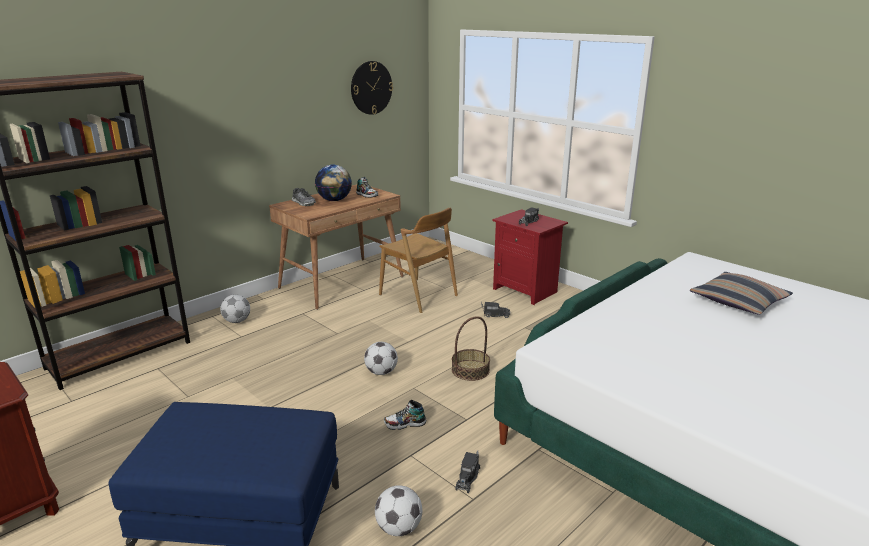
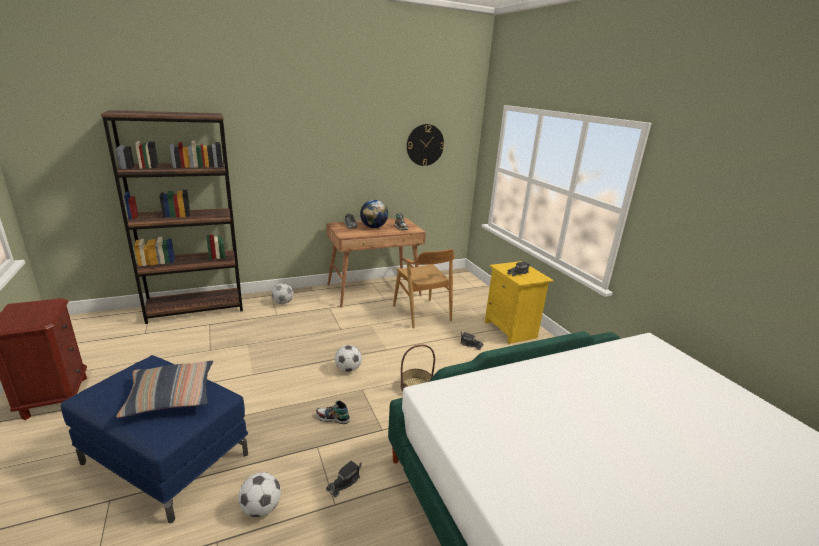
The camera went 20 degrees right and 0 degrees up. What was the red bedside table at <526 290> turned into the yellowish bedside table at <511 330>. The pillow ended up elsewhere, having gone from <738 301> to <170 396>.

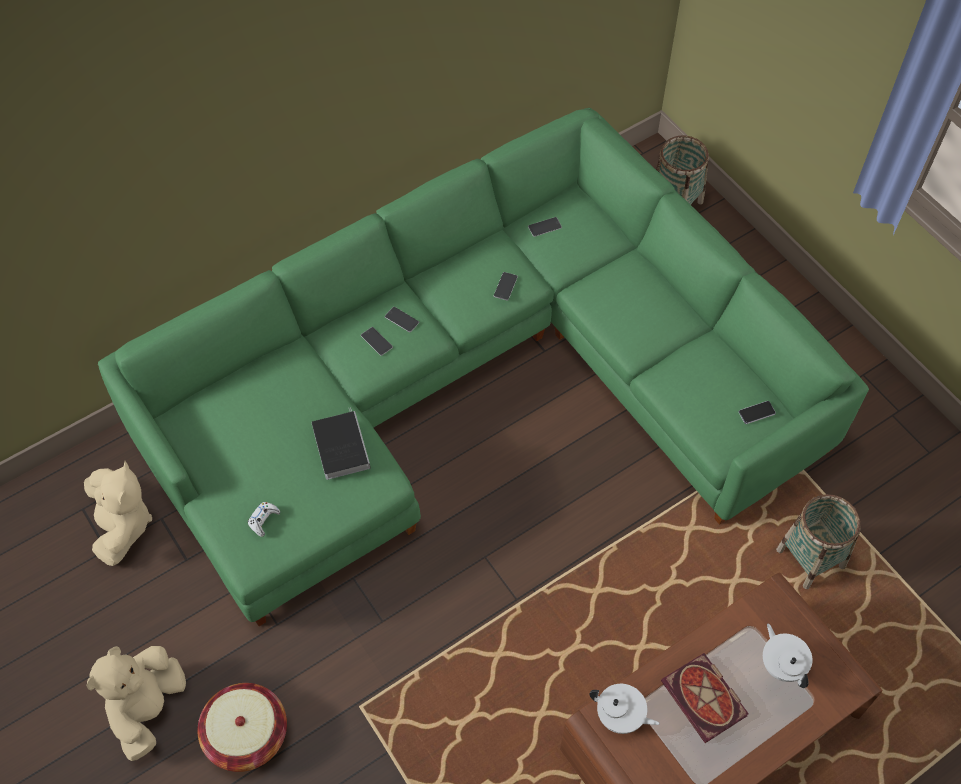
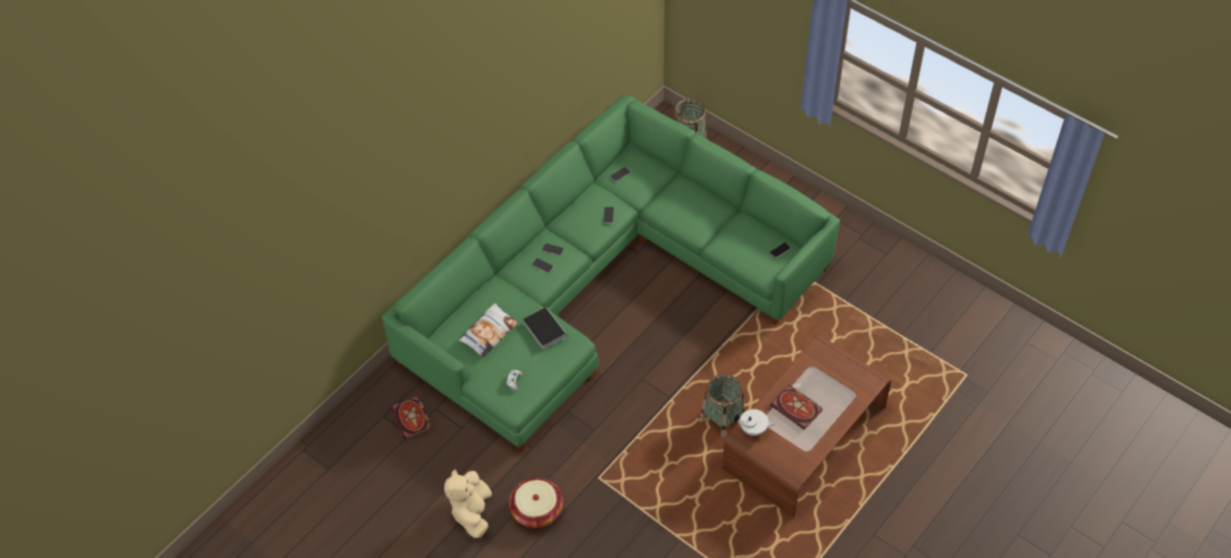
The camera went 15 degrees left and 5 degrees down. Where the beige cuddly toy stood at <122 526>, the bound book came to stand at <413 419>. The storage basket ended up elsewhere, having gone from <810 558> to <722 419>. The second view lost the white tea pot at <782 664>. The second view gained the pillow at <488 333>.

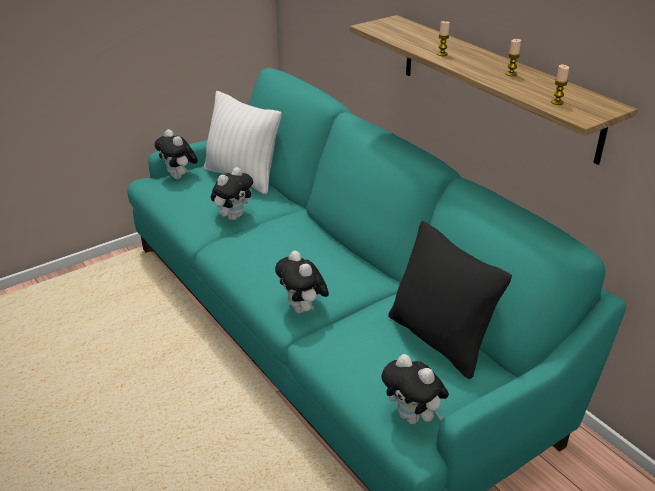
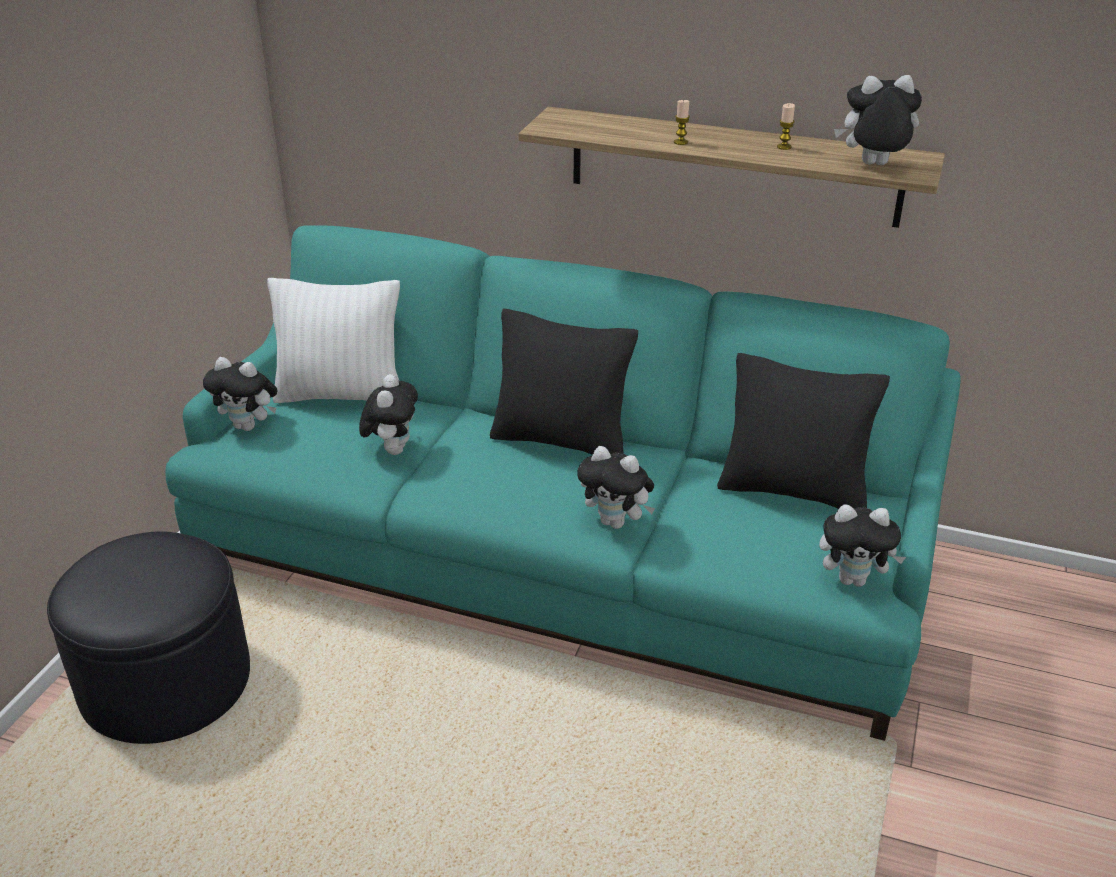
The camera went 35 degrees left and 0 degrees up. Where the candle stood at <557 102>, the cuddly toy came to stand at <873 166>. The second view gained the black pillow at <561 441>. The second view gained the black footrest at <166 681>.

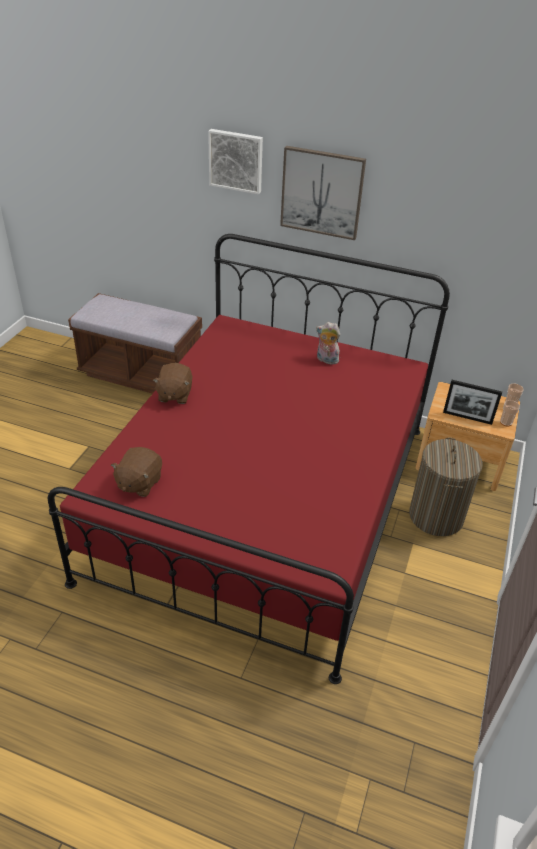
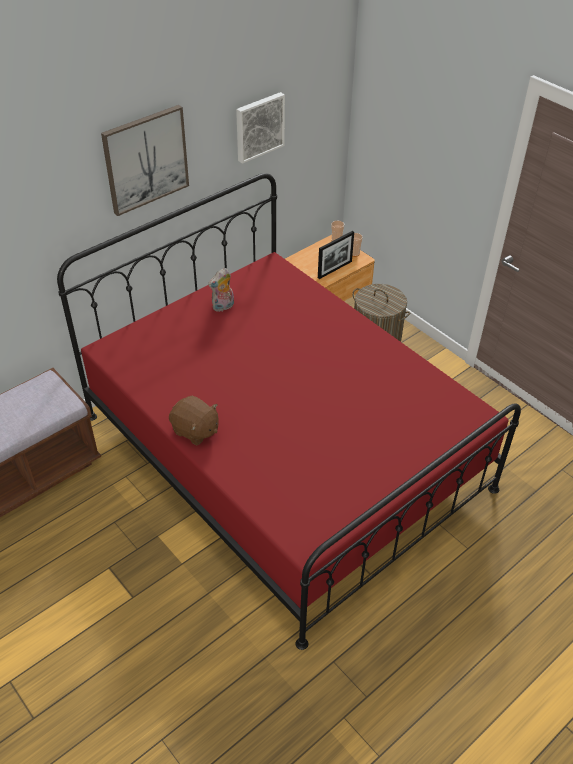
The camera went 60 degrees left and 5 degrees up. The wall art ended up elsewhere, having gone from <236 160> to <259 126>. The second view lost the brown-coloured cuddly toy at <139 483>.

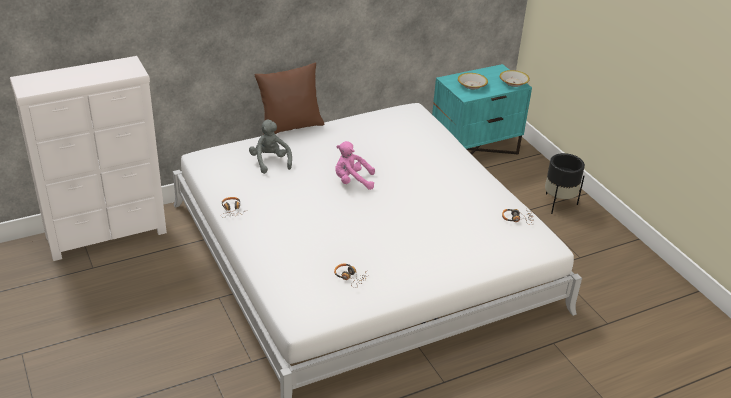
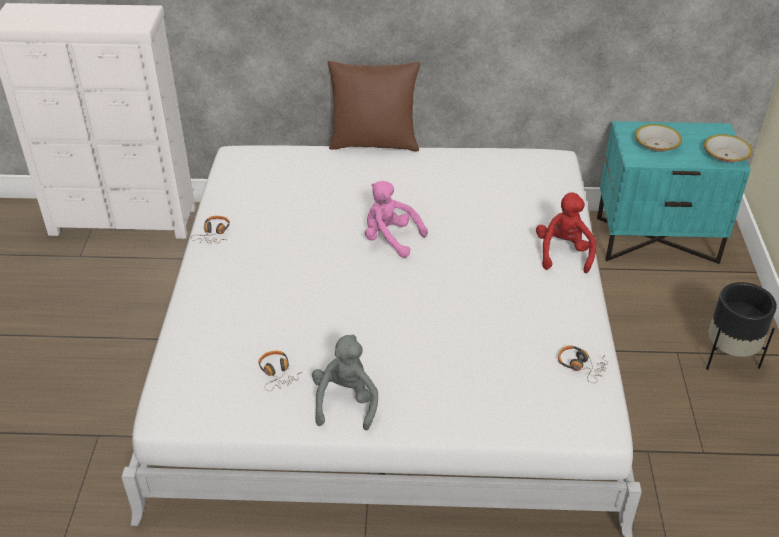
The camera went 30 degrees right and 5 degrees up. The gray cuddly toy ended up elsewhere, having gone from <270 162> to <346 402>. The second view gained the red cuddly toy at <563 253>.

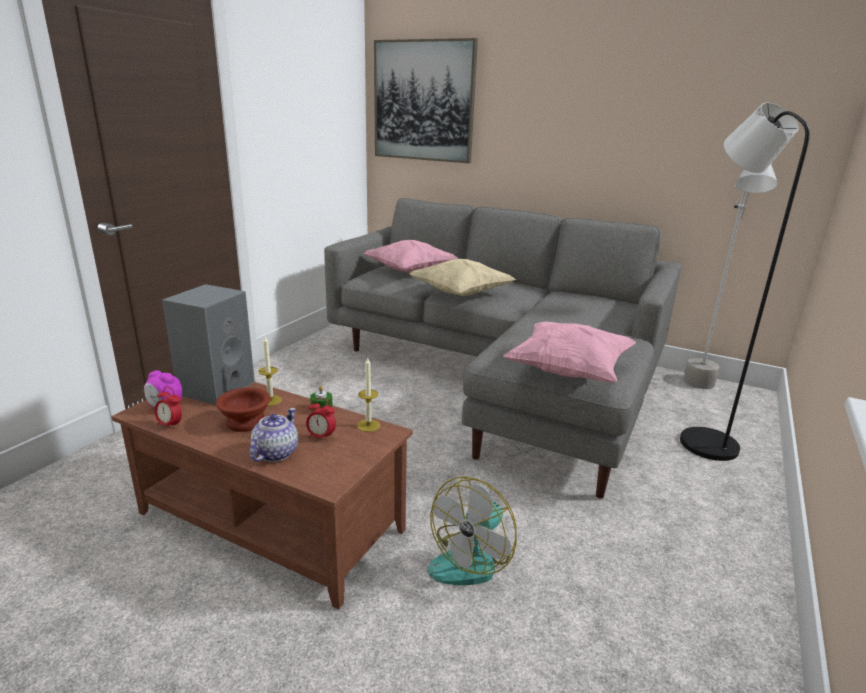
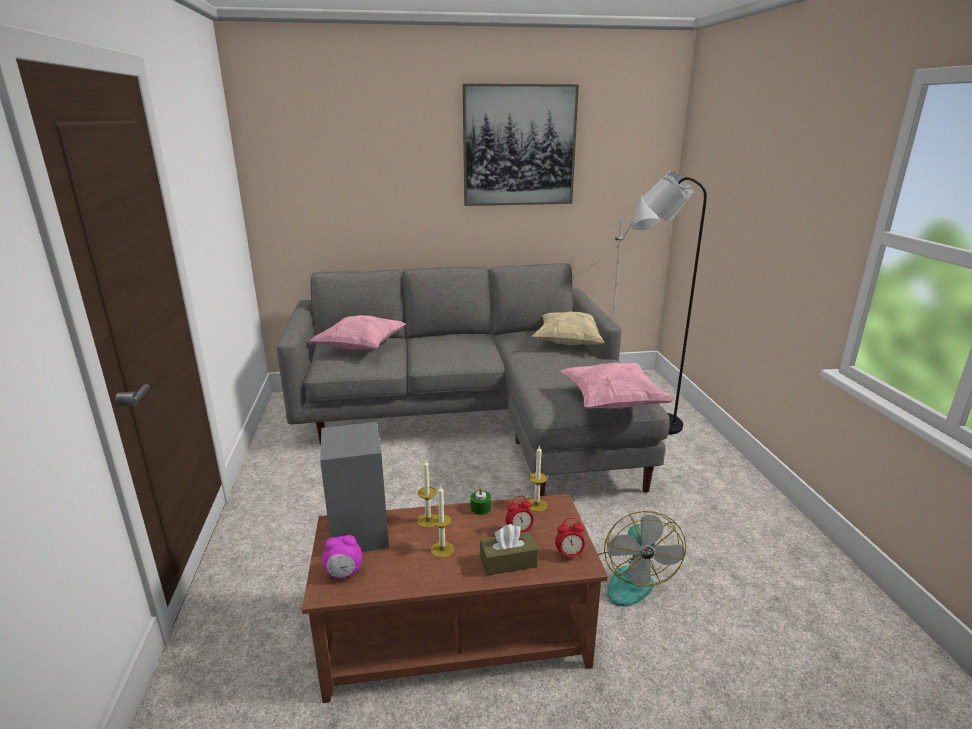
The camera went 35 degrees left and 0 degrees up. The wall art ended up elsewhere, having gone from <423 101> to <519 146>. The beige pillow ended up elsewhere, having gone from <460 294> to <570 343>. The bedside clock ended up elsewhere, having gone from <170 425> to <569 555>. Where the brown-coloured serving bowl stood at <247 422>, the candle came to stand at <442 549>. Where the tea pot stood at <275 453>, the brown-coloured tissue box came to stand at <508 562>.

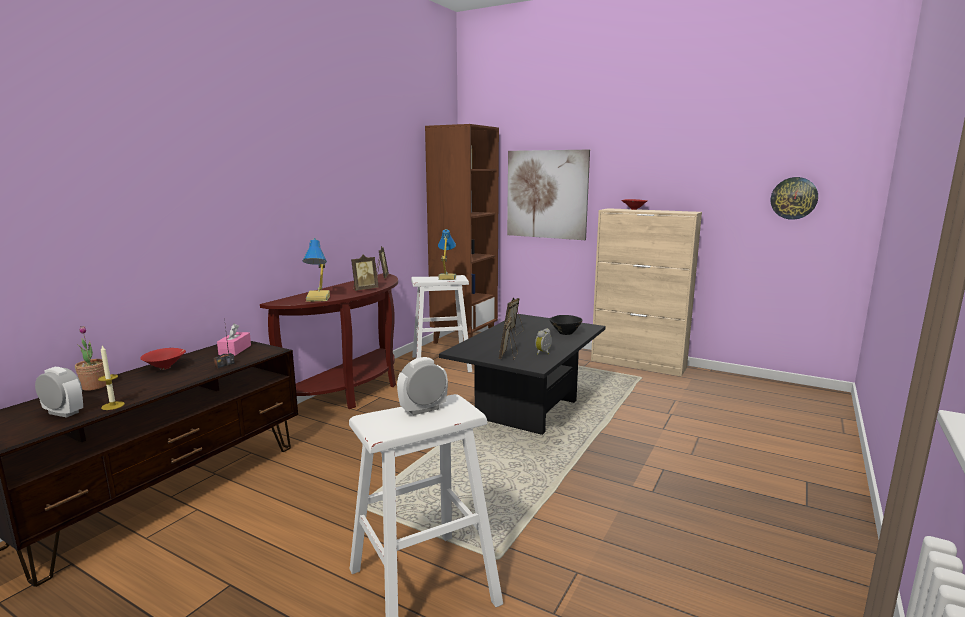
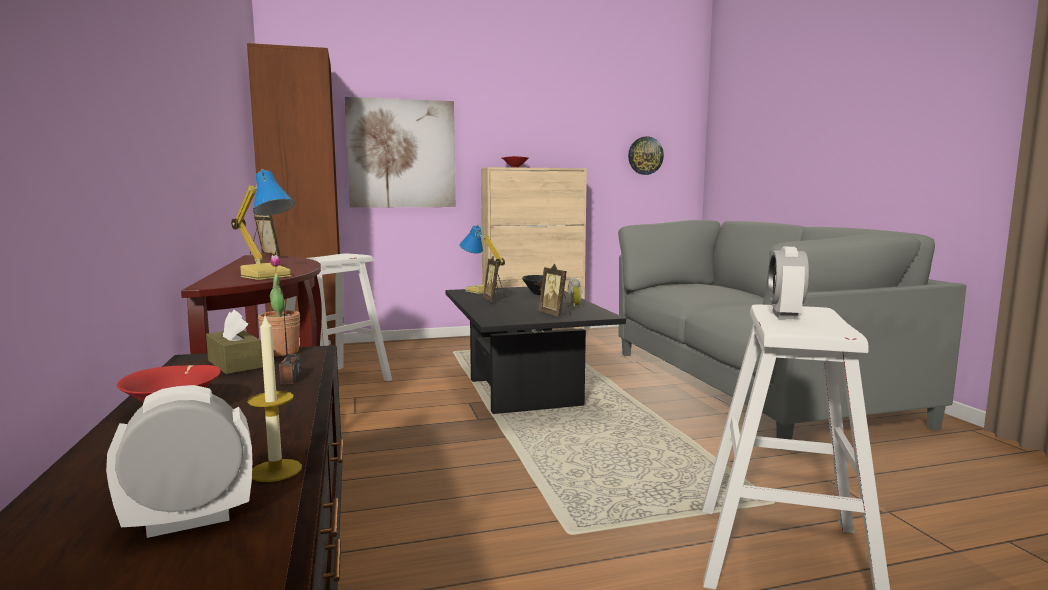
The camera went 45 degrees left and 5 degrees down. The lamp for a table ended up elsewhere, having gone from <446 278> to <479 291>. The second view lost the standing frame at <364 289>. What was the pink-coloured tissue box at <235 350> turned into the brown-coloured tissue box at <235 364>. The houseplant ended up elsewhere, having gone from <94 386> to <281 352>. The second view gained the gray sofa at <749 385>.

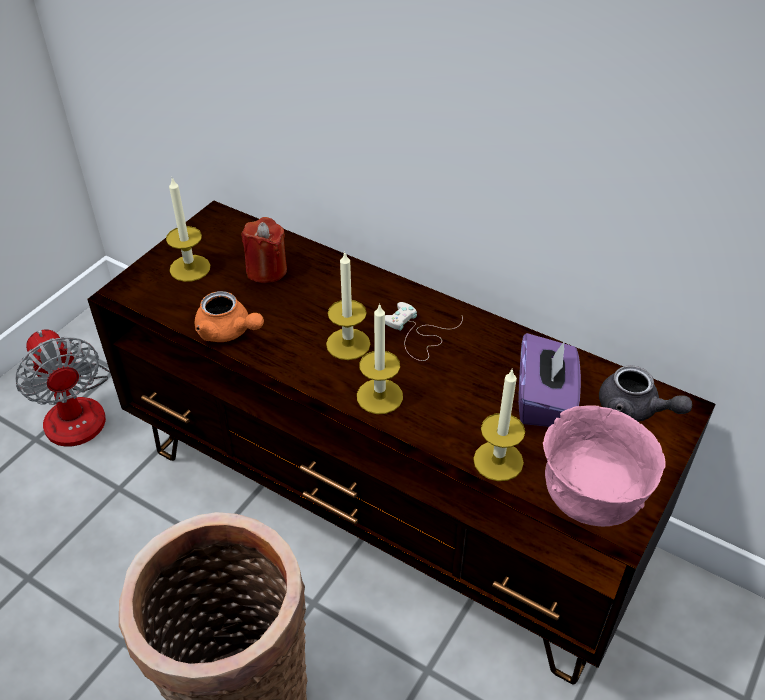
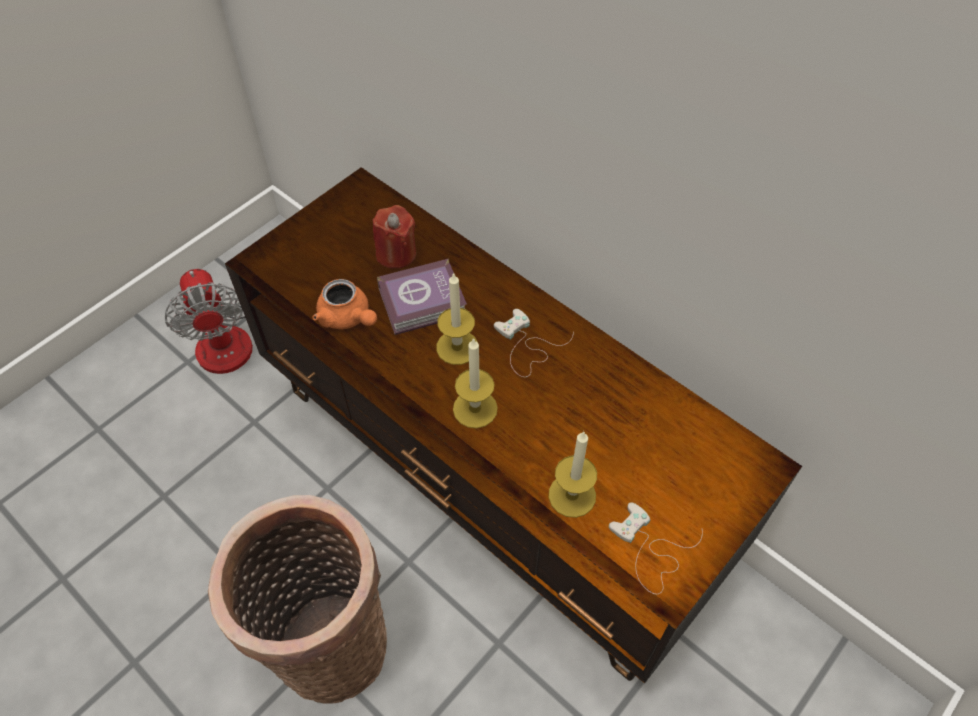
The camera went 10 degrees right and 10 degrees up. The second view lost the candle at <190 268>. The second view lost the purple tissue box at <544 400>. The second view lost the gray tea pot at <634 410>. Where the pink-coloured serving bowl stood at <590 499>, the white joypad came to stand at <650 550>. The second view gained the bound book at <425 302>.

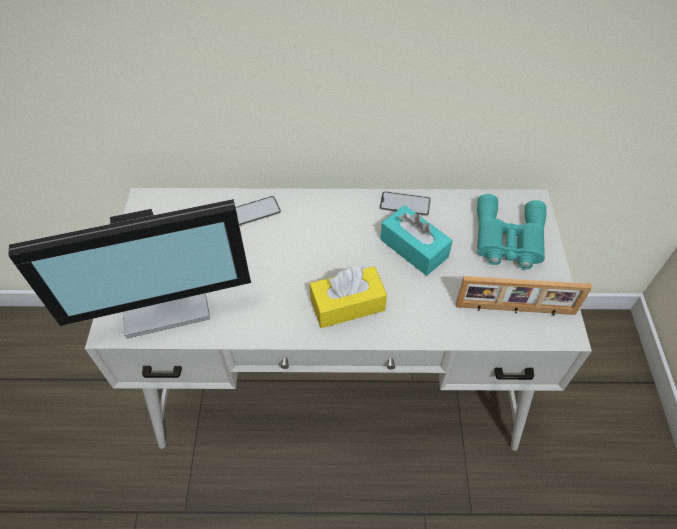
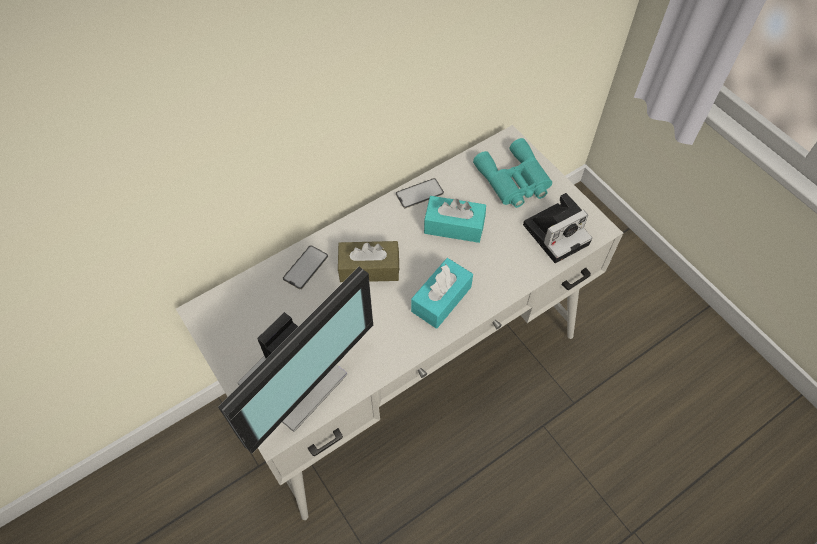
The camera went 35 degrees left and 5 degrees up. What was the yellowish tissue box at <347 305> turned into the turquoise tissue box at <441 299>. Where the standing frame stood at <515 310>, the still camera came to stand at <557 232>. The second view gained the brown-coloured tissue box at <369 268>.

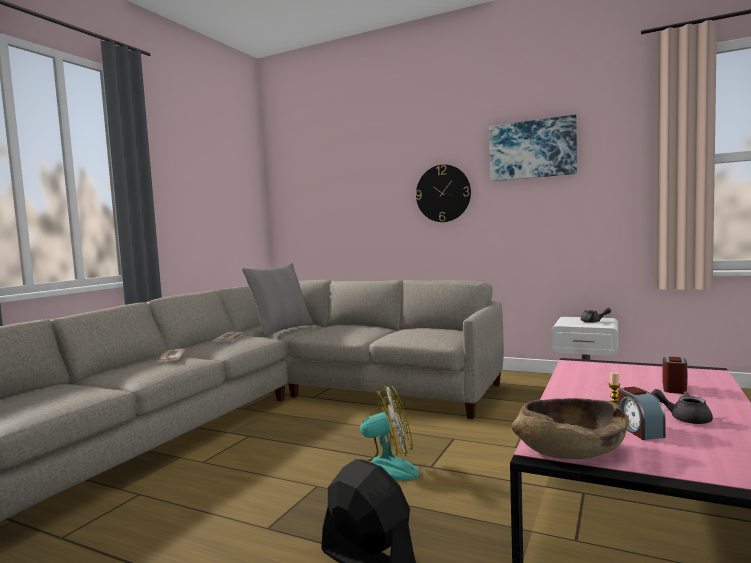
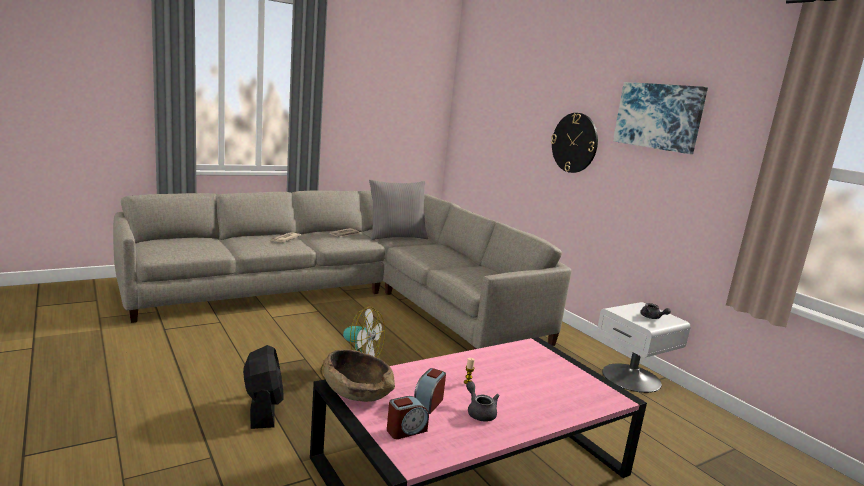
The camera went 30 degrees right and 10 degrees up. The bedside clock ended up elsewhere, having gone from <674 388> to <406 430>.

